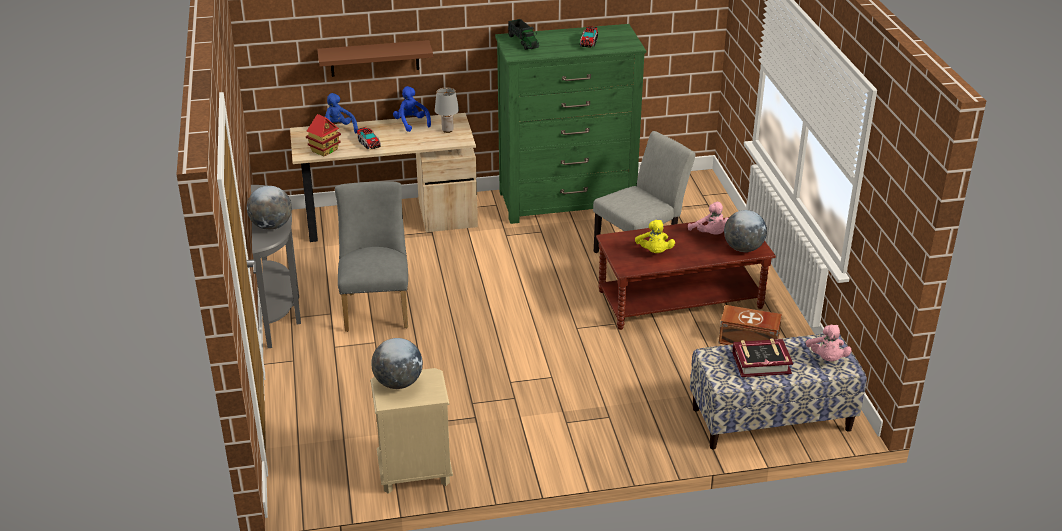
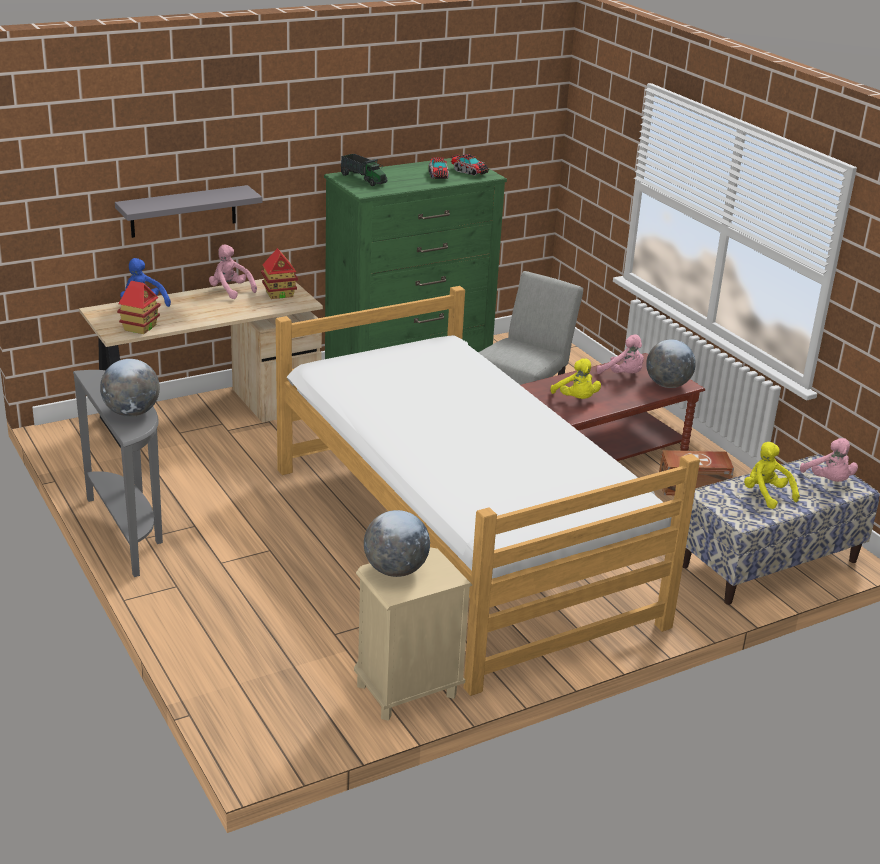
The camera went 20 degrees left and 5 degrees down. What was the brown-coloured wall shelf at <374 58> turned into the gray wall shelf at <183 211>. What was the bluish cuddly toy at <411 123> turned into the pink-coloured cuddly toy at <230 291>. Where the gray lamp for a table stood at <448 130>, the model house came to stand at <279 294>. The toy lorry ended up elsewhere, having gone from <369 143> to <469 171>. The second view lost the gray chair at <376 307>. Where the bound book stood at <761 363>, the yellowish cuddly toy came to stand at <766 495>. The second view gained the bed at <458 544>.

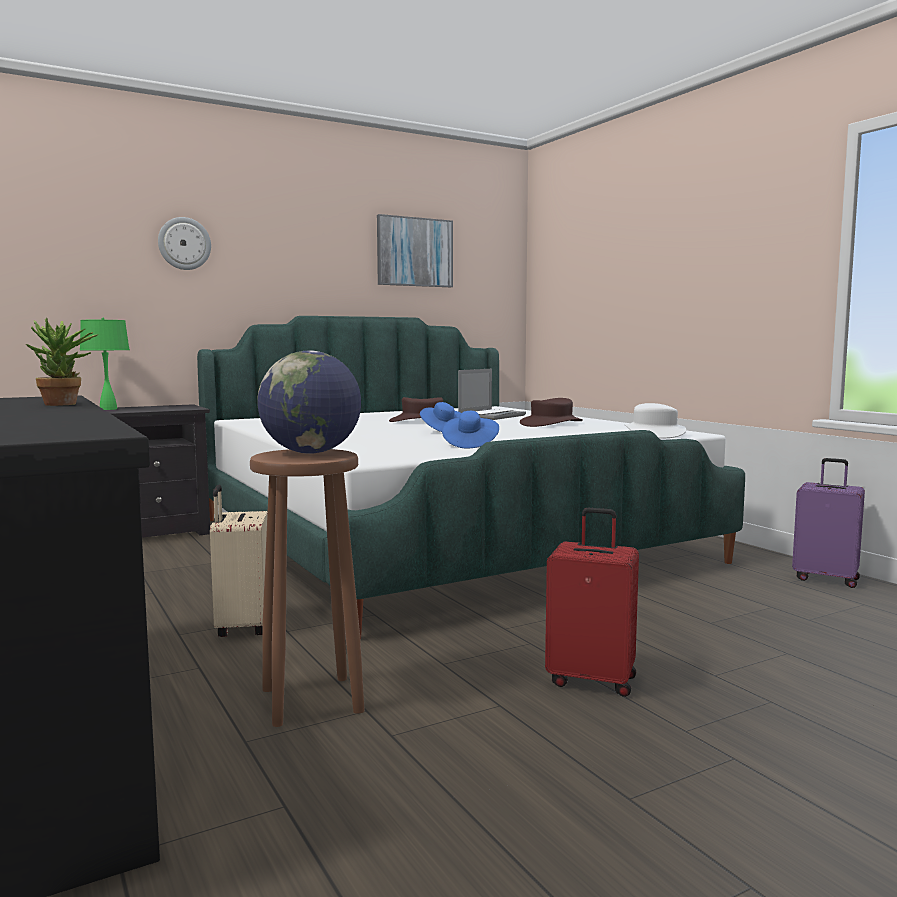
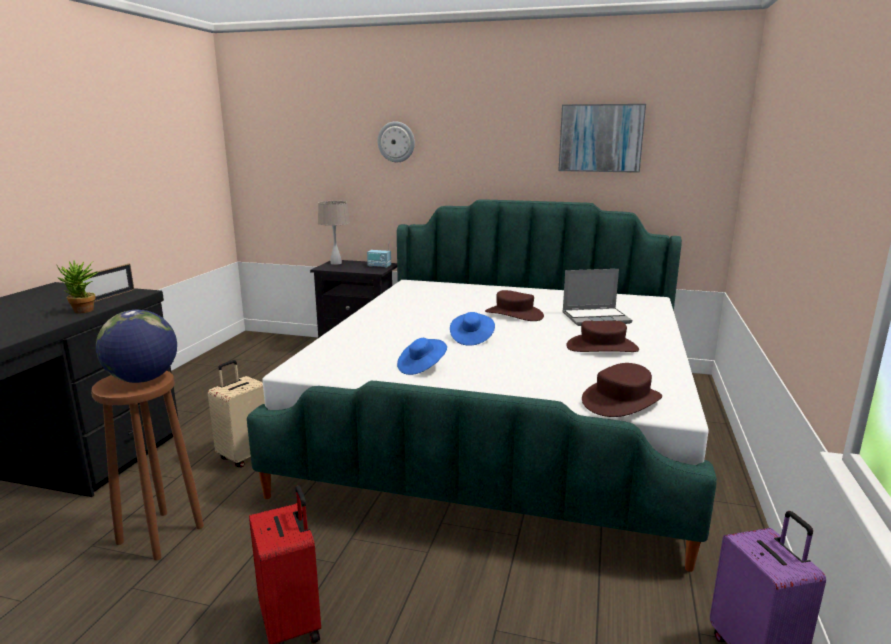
The camera went 45 degrees right and 10 degrees up. What was the green-coloured lamp for a table at <108 409> turned into the beige lamp for a table at <336 263>. What was the white hat at <654 433> turned into the brown-coloured hat at <622 400>. The second view gained the radio receiver at <379 266>. The second view gained the standing frame at <109 297>.

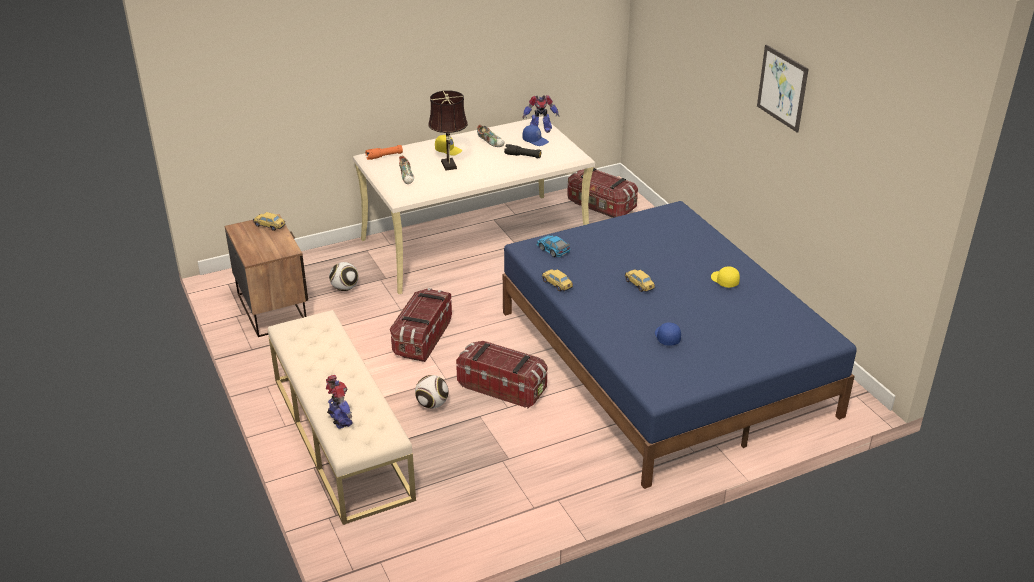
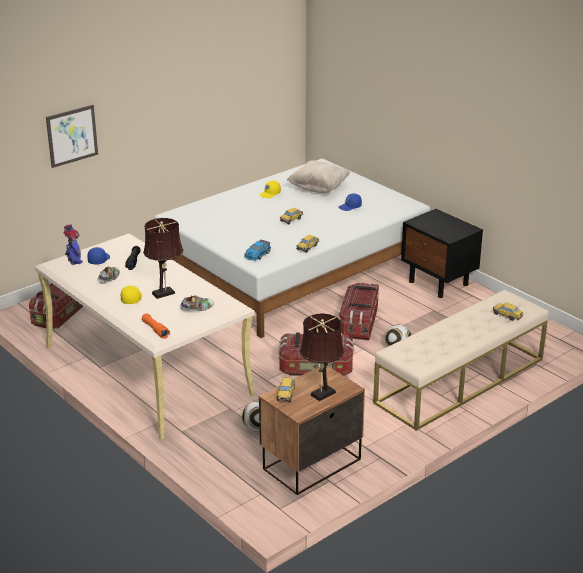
The camera went 105 degrees left and 5 degrees down. The wall art ended up elsewhere, having gone from <782 88> to <72 136>. What was the bluish bed at <662 362> turned into the white bed at <294 267>. Where the toy robot stood at <340 420>, the miniature car came to stand at <507 315>. The second view gained the beige pillow at <318 188>. The second view gained the black bedside table at <439 283>. The second view gained the brown-coloured lamp for a table at <321 395>.

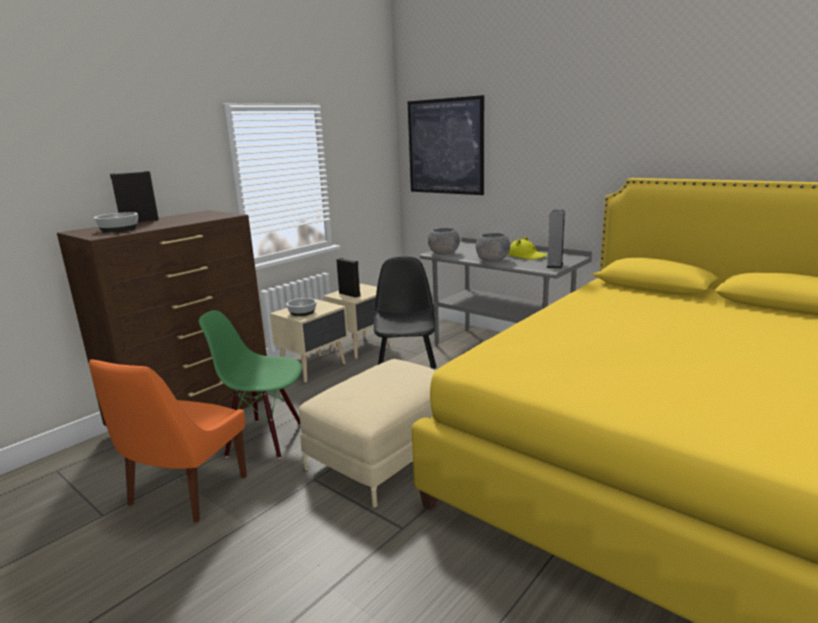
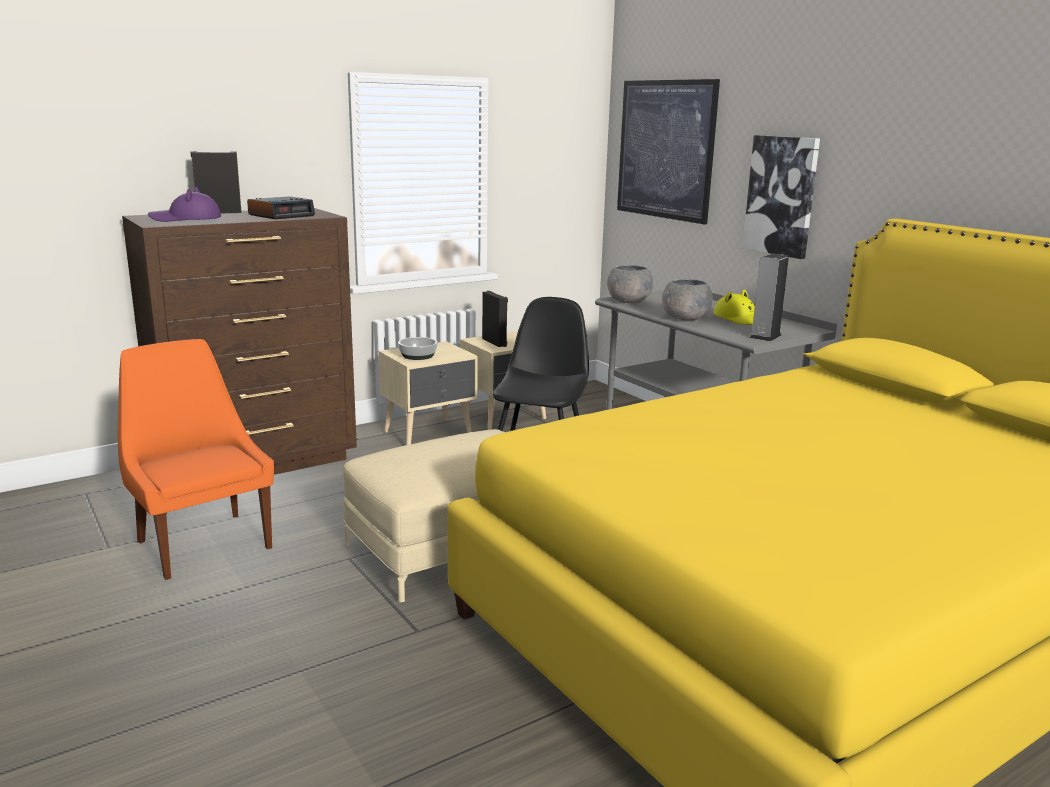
The camera went 15 degrees right and 0 degrees up. Where the serving bowl stood at <119 229>, the purple hat came to stand at <186 219>. The second view lost the green-coloured chair at <265 439>. The orangey chair at <185 493> ended up facing another way, 105 degrees clockwise from before. The second view gained the wall art at <781 196>. The second view gained the bedside clock at <281 215>.

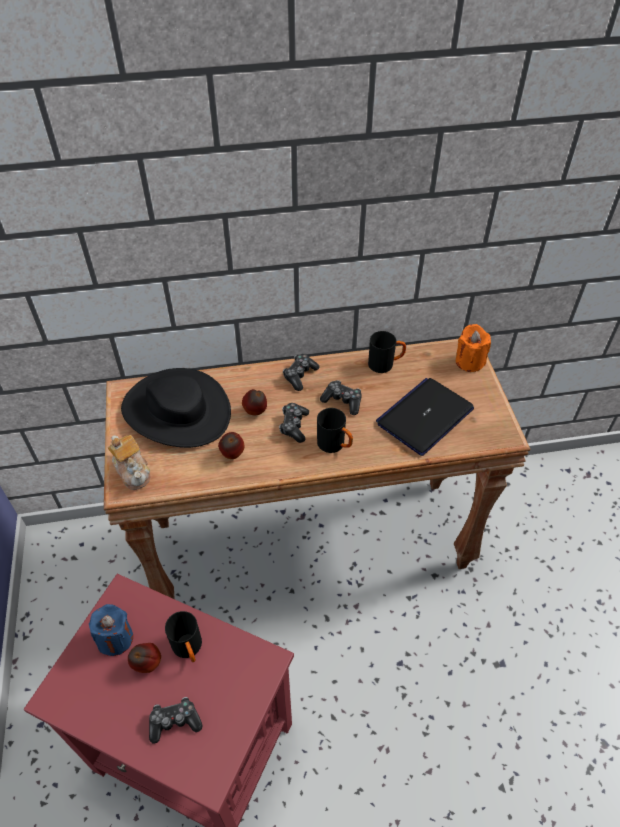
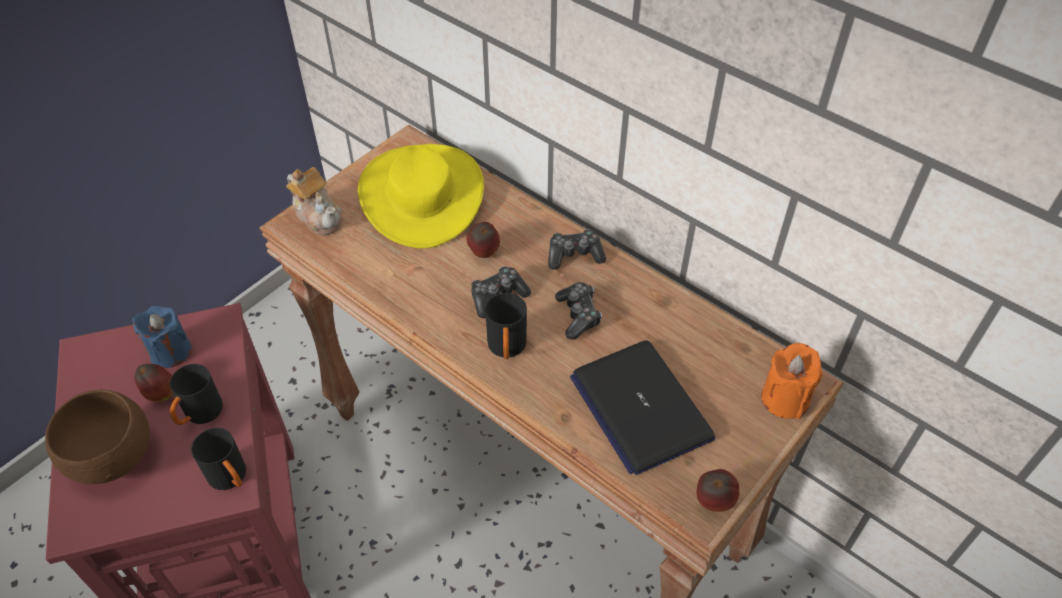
The camera went 50 degrees right and 0 degrees up. The black coffee mug ended up elsewhere, having gone from <385 364> to <231 478>. What was the black hat at <177 410> turned into the yellowish hat at <422 195>. The laptop at <425 416> ended up facing another way, 120 degrees counterclockwise from before. The apple ended up elsewhere, having gone from <232 455> to <713 502>. The tea pot at <133 471> ended up facing another way, 60 degrees counterclockwise from before. Where the joypad stood at <175 721>, the brown-coloured serving bowl came to stand at <116 458>.

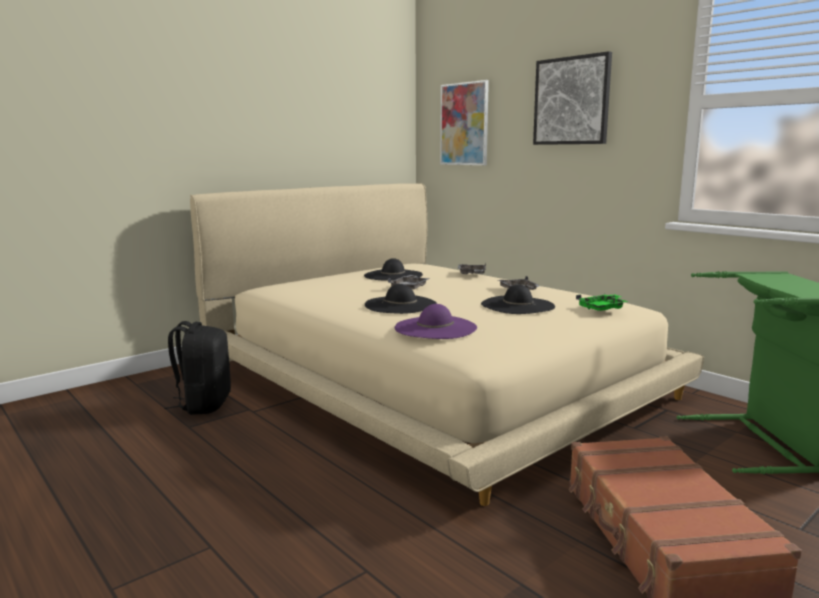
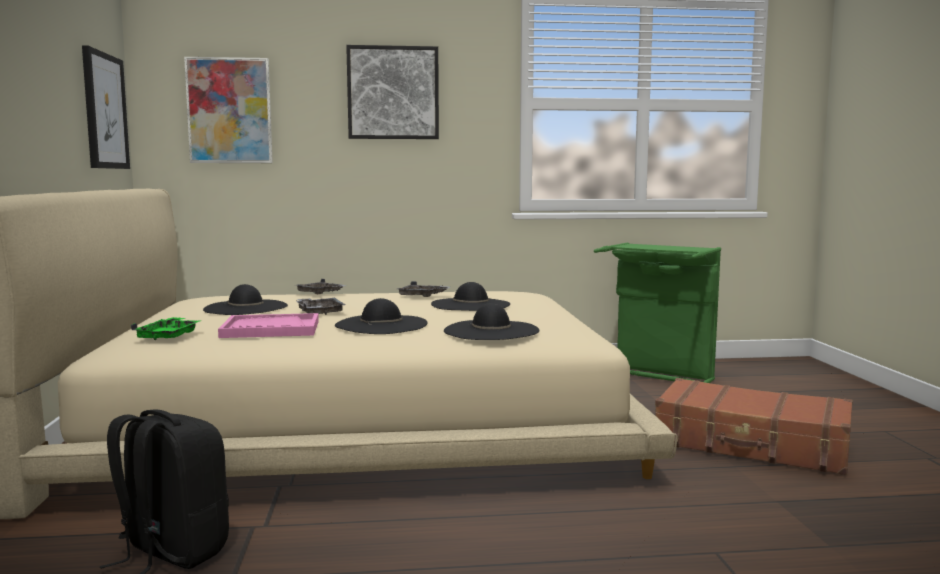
The camera went 55 degrees left and 5 degrees down. The green-coloured tray ended up elsewhere, having gone from <602 308> to <169 336>. What was the purple hat at <435 328> turned into the black hat at <491 331>. The second view gained the wall art at <104 111>. The second view gained the pink-coloured tray at <270 329>.

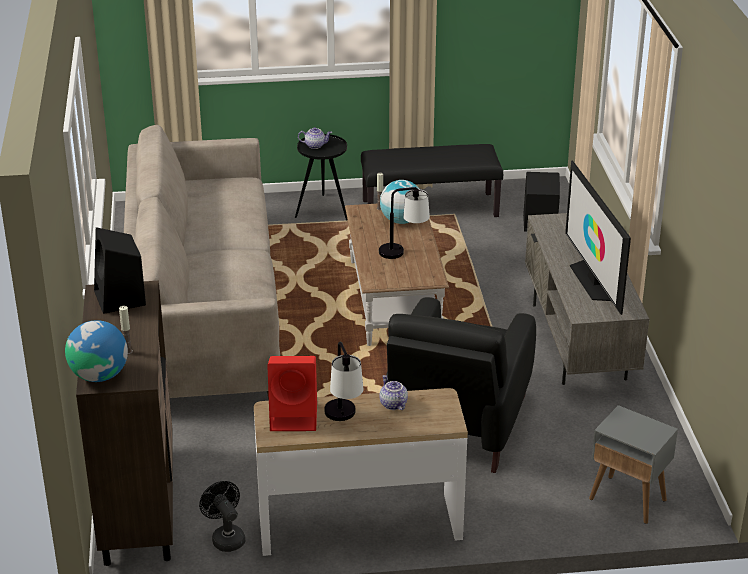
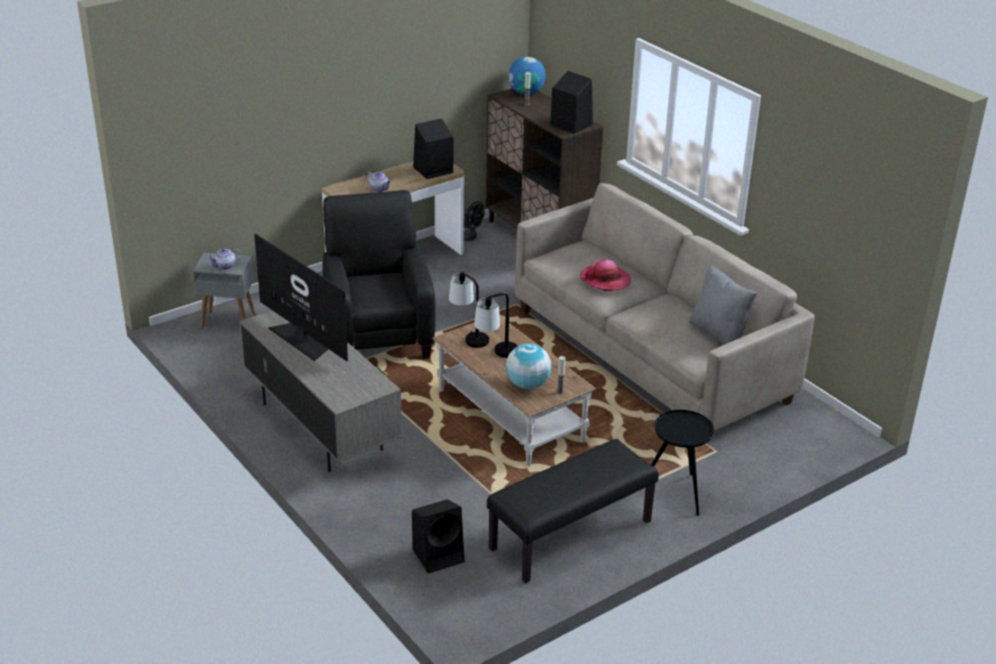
The camera went 150 degrees right and 0 degrees up. The tea pot ended up elsewhere, having gone from <315 145> to <225 266>. The lamp for a table ended up elsewhere, having gone from <344 420> to <468 336>. What was the red loudspeaker at <295 417> turned into the black loudspeaker at <432 170>. The second view gained the hat at <605 280>. The second view gained the gray pillow at <719 333>.

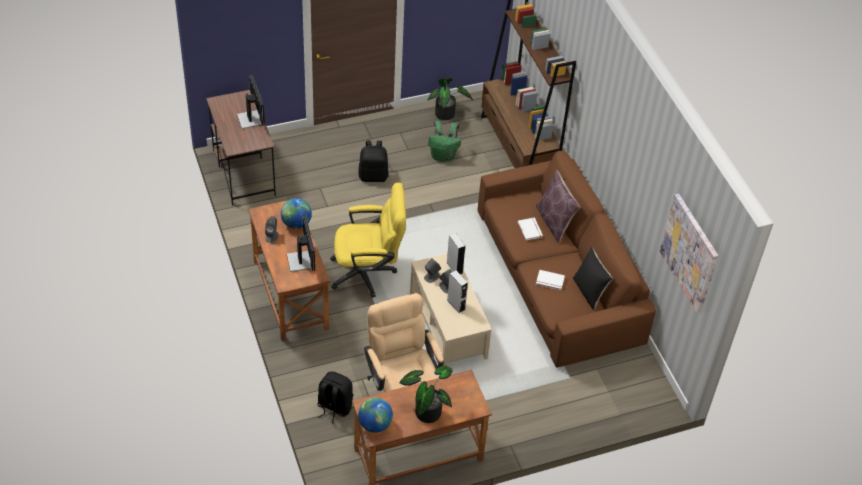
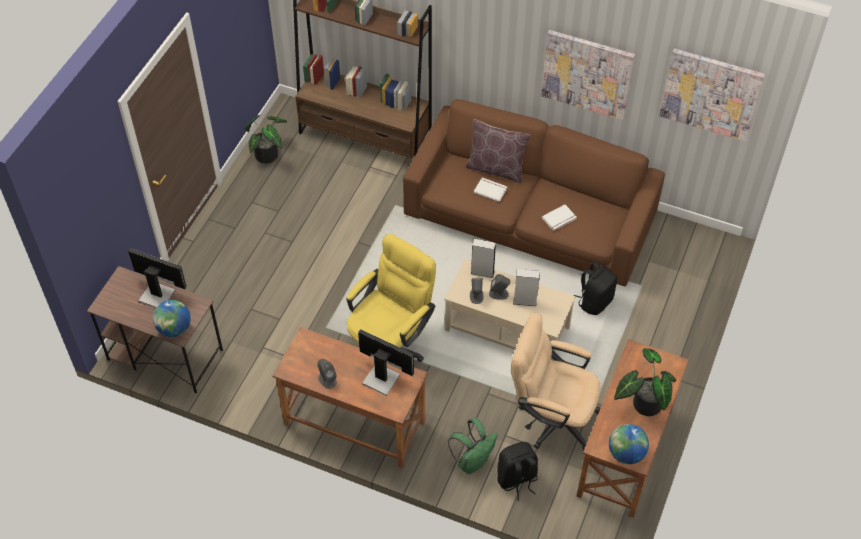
The camera went 45 degrees left and 5 degrees up. The green-coloured rucksack ended up elsewhere, having gone from <443 156> to <472 461>. The black rucksack ended up elsewhere, having gone from <373 176> to <594 301>. The world globe ended up elsewhere, having gone from <296 224> to <174 328>. The second view lost the black pillow at <589 291>. The second view gained the wall art at <587 74>.

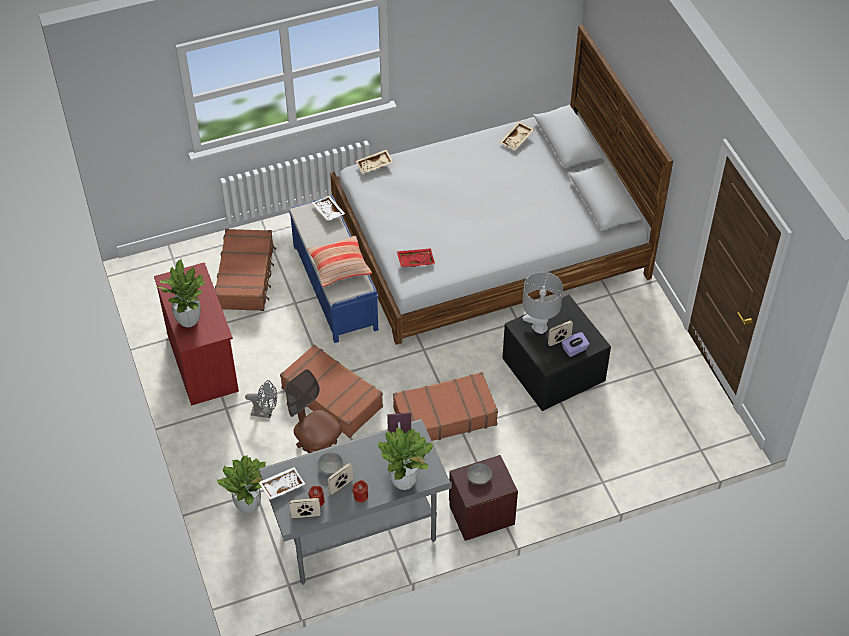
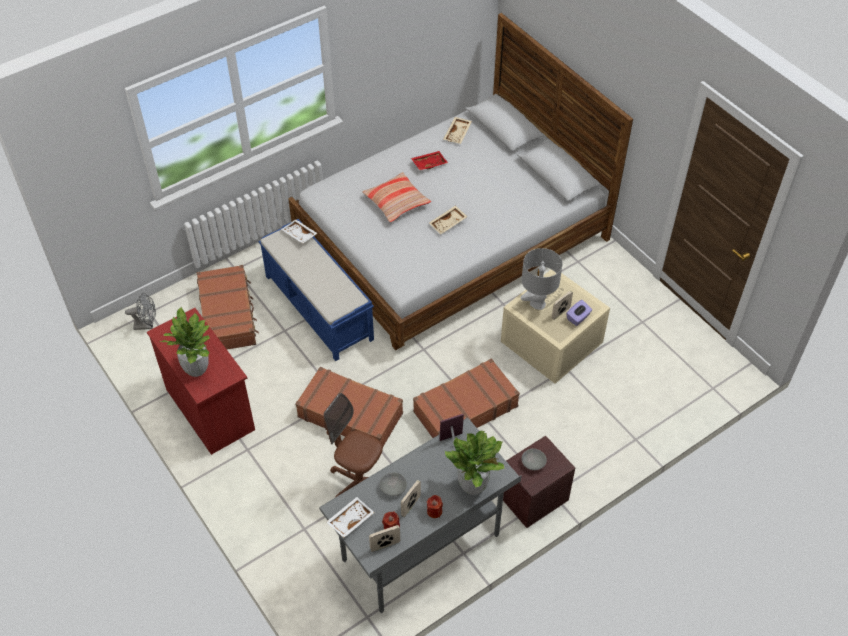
The camera went 15 degrees left and 0 degrees up. The beige tray ended up elsewhere, having gone from <374 165> to <448 223>. The pillow ended up elsewhere, having gone from <339 266> to <396 202>. The red tray ended up elsewhere, having gone from <415 260> to <429 163>. What was the black storage box at <553 370> turned into the beige storage box at <551 343>. The gray cooling fan ended up elsewhere, having gone from <265 412> to <147 325>. The second view lost the houseplant at <248 506>.

